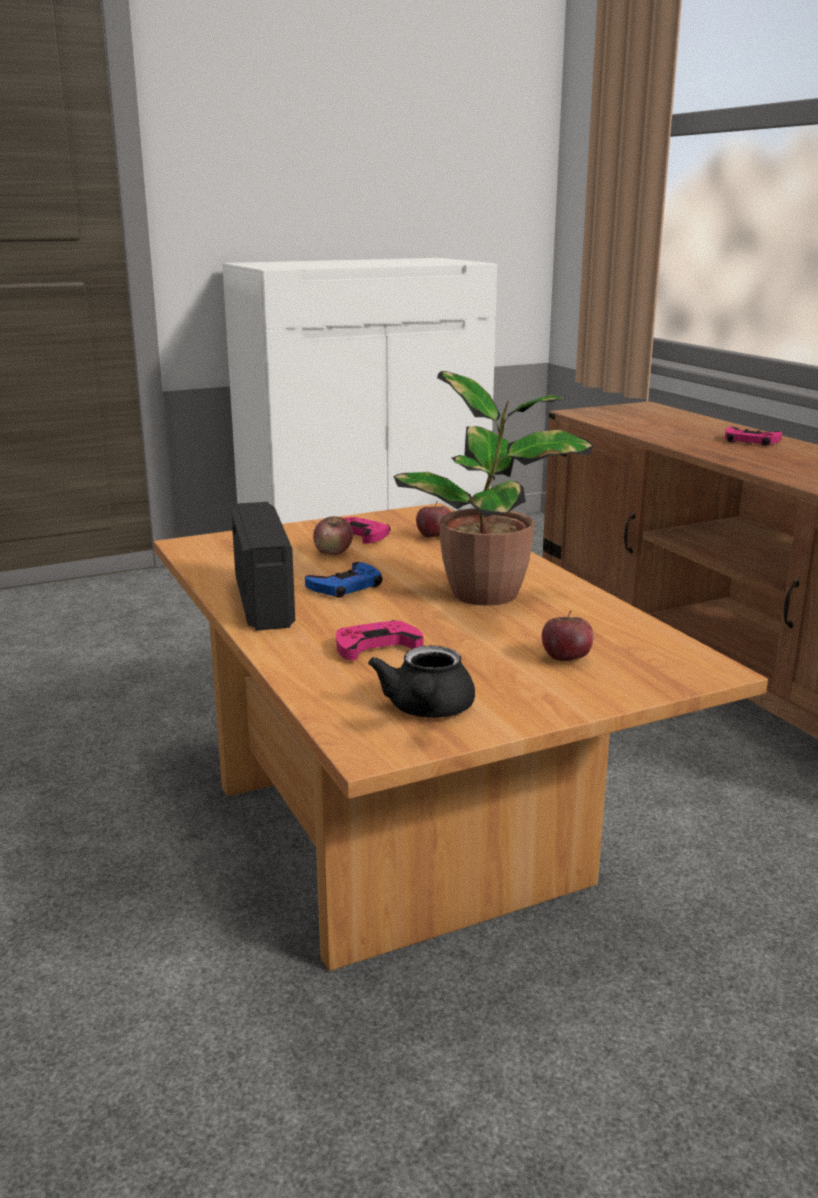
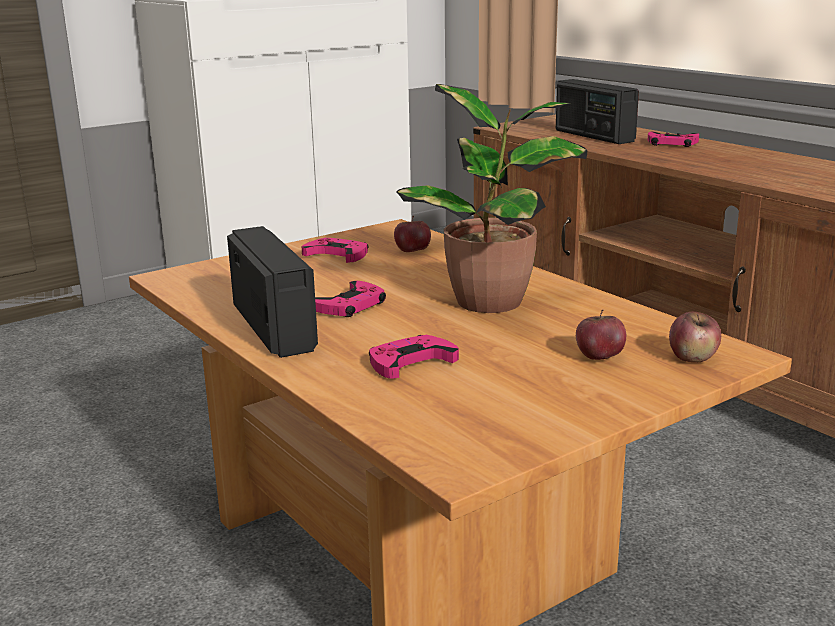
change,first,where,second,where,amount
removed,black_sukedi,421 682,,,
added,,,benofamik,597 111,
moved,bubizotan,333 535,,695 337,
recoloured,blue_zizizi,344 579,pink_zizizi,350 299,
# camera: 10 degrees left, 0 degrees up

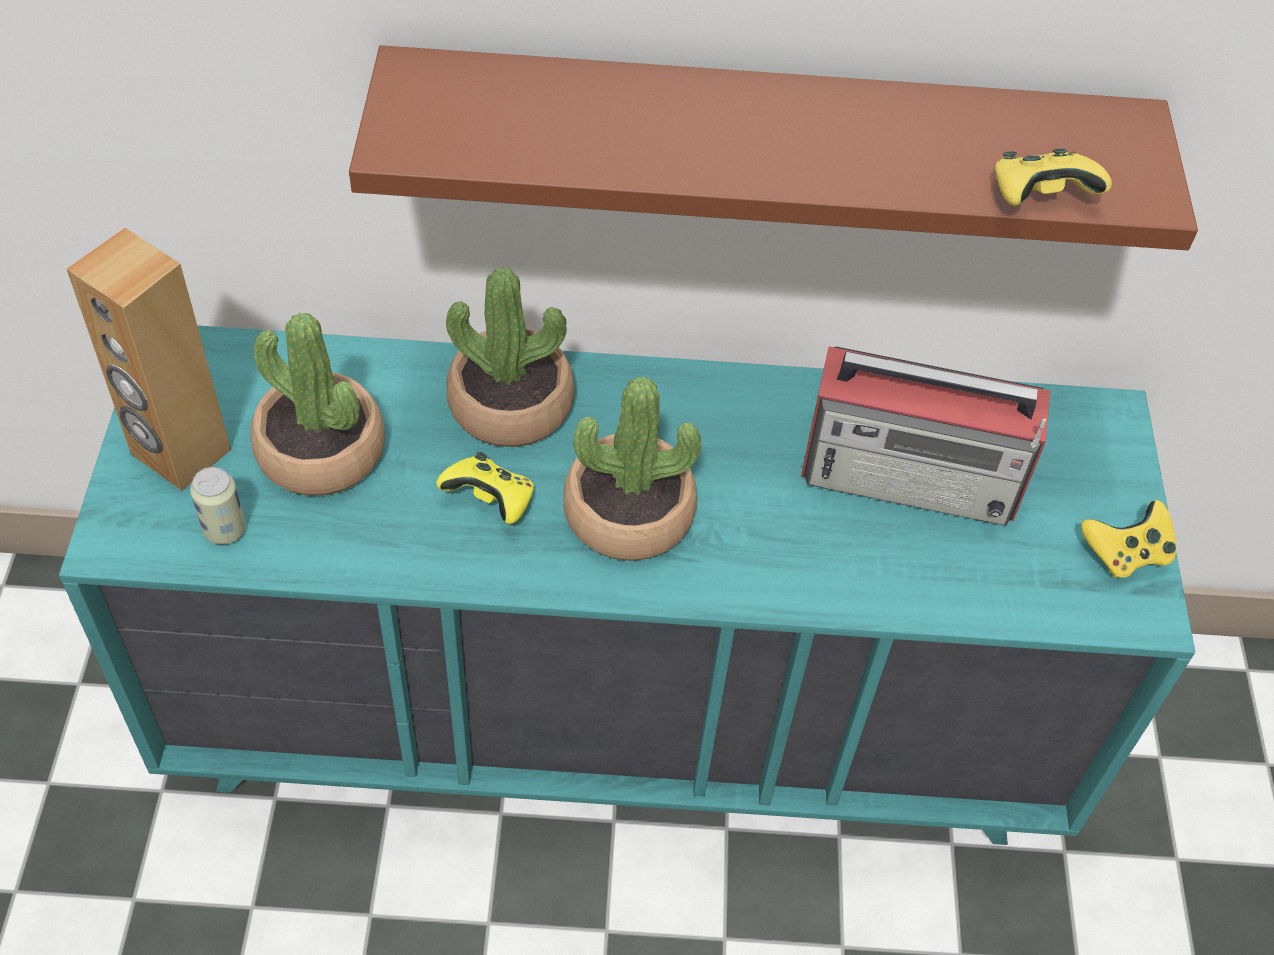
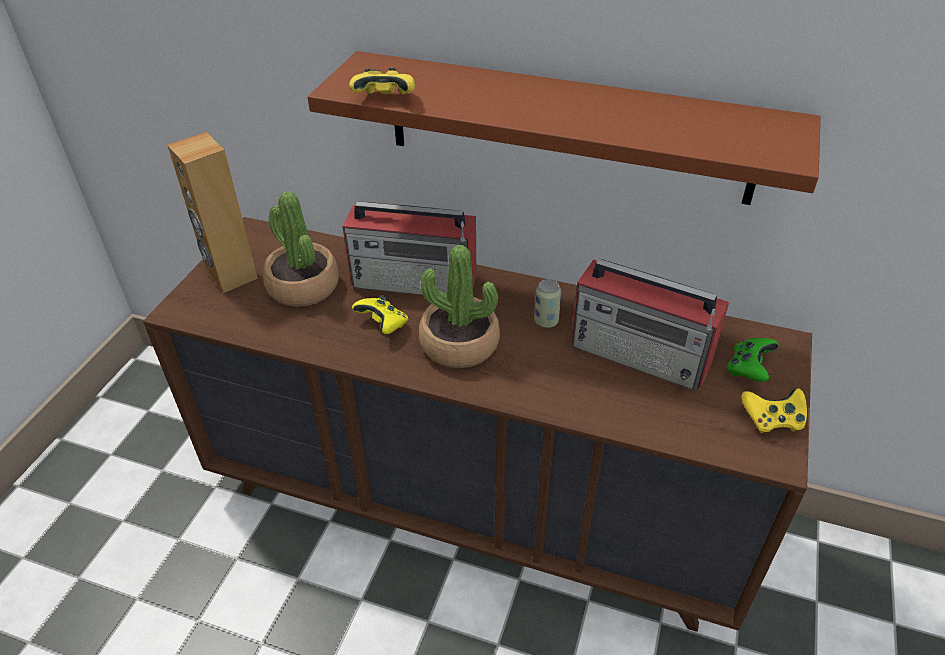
change,first,where,second,where,amount
added,,,green_zizizi,753 360,
moved,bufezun,218 505,,547 303,
moved,yellow_zizizi,1053 177,,382 81,
replaced,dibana,510 357,benofamik,409 248,
recoloured,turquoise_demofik,627 585,brown_demofik,477 424,
# camera: 20 degrees right, 10 degrees down

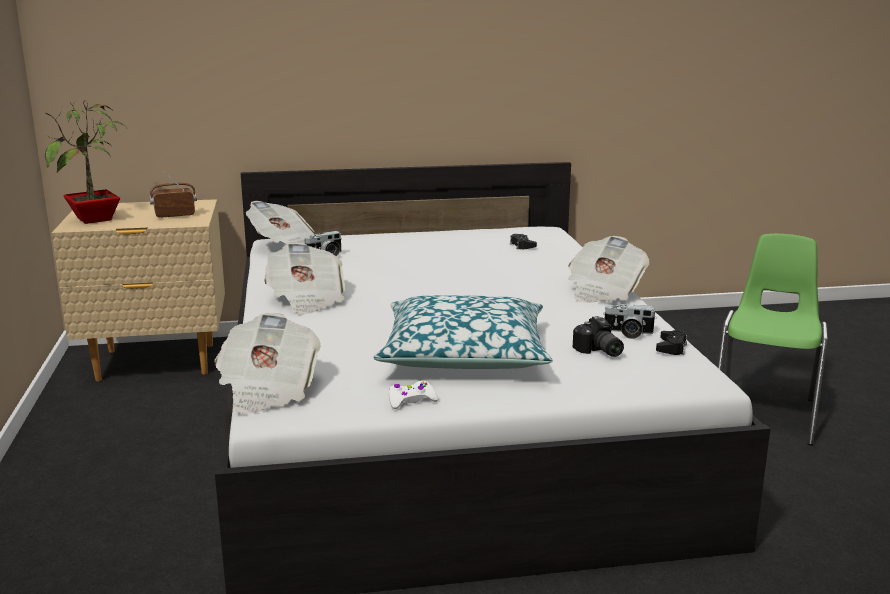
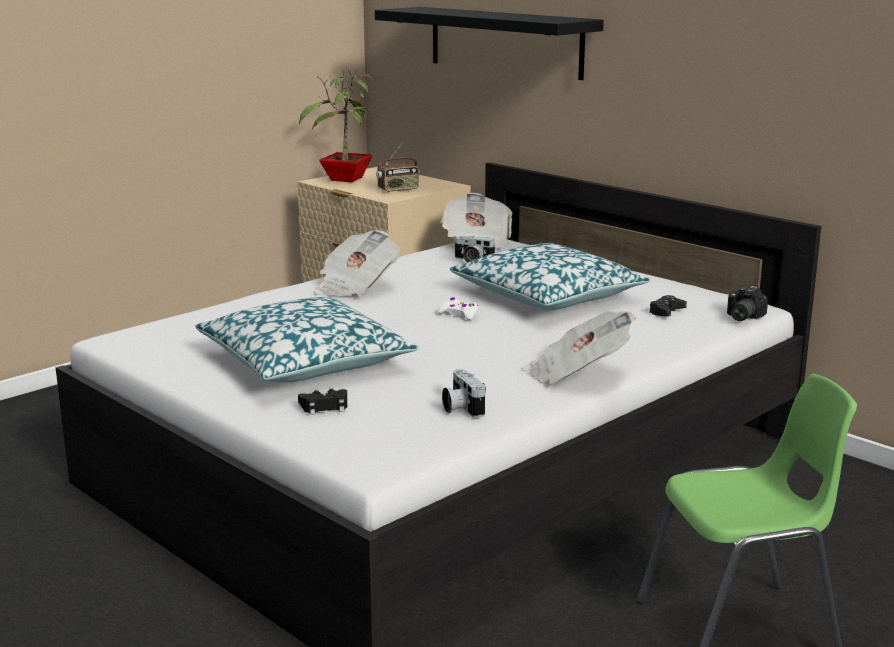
change,first,where,second,where,amount
removed,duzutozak,268 363,,,
added,,,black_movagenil,489 43,
added,,,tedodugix,550 276,
moved,white_zizizi,413 395,,457 308,
moved,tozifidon,598 336,,747 303,
moved,black_zizizi,671 342,,322 402,
turned,benofamik,173 195,,397 167,120 degrees clockwise
# camera: 55 degrees right, 0 degrees up

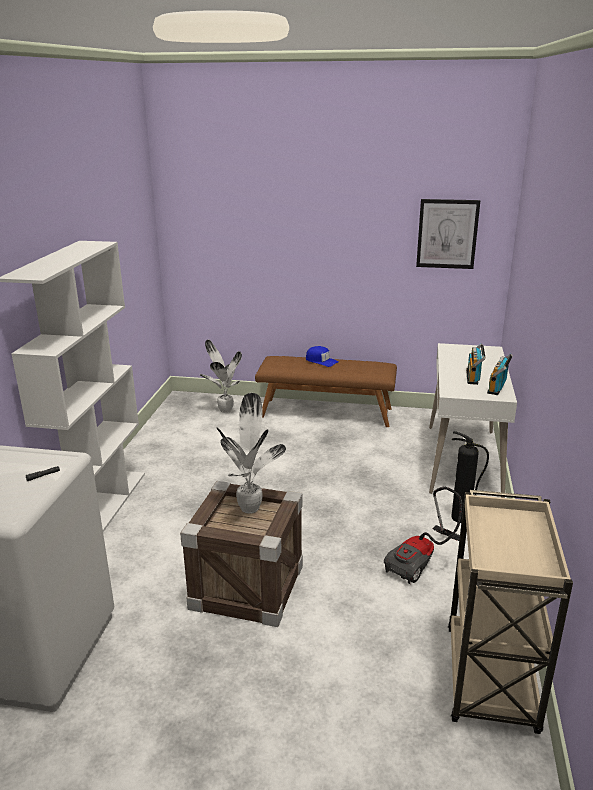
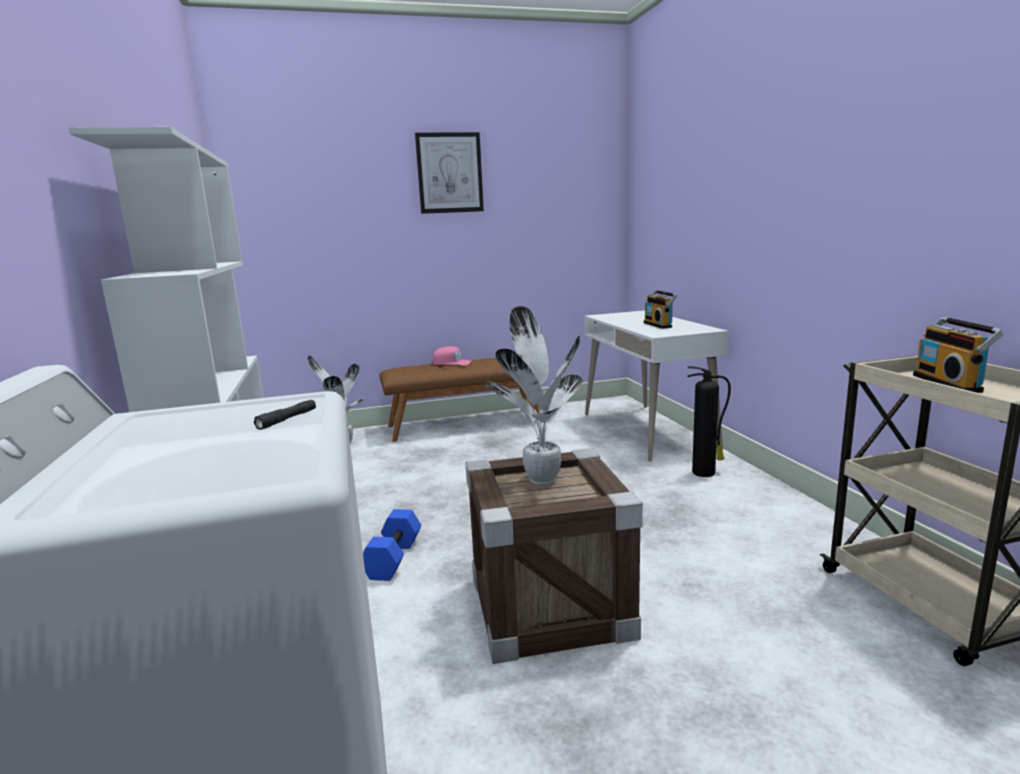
change,first,where,second,where,amount
removed,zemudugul,423 535,,,
added,,,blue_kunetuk,392 545,
moved,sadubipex,448 234,,449 173,
moved,benofamik,500 374,,958 355,
recoloured,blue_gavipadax,322 356,pink_gavipadax,451 355,
# camera: 25 degrees left, 10 degrees down

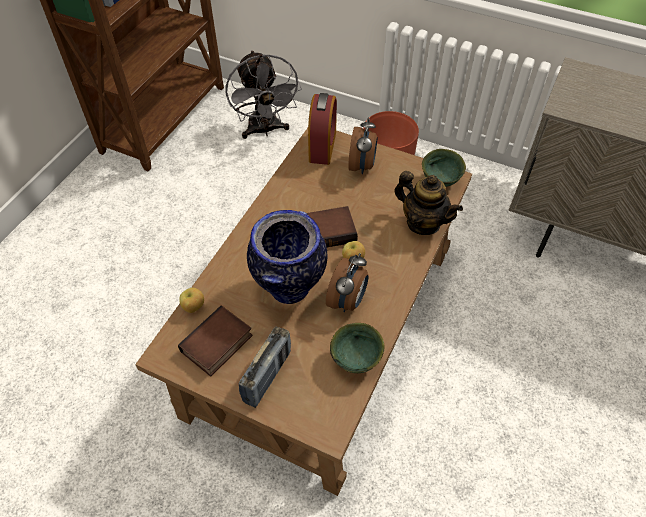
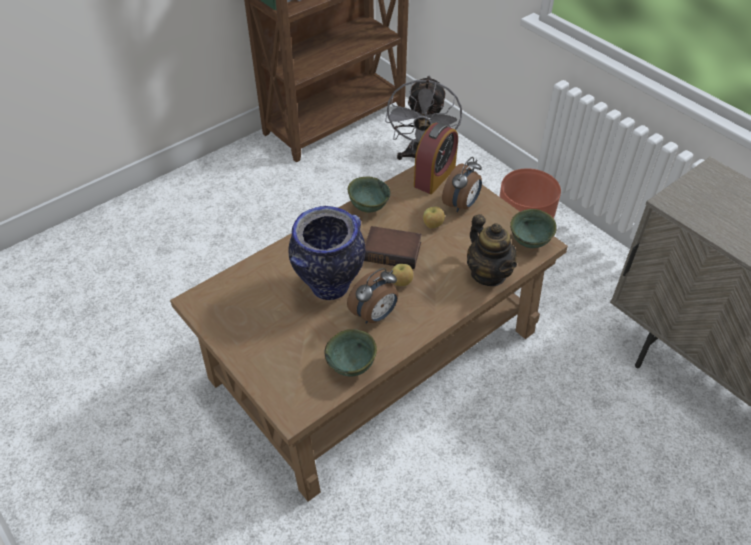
change,first,where,second,where,amount
removed,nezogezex,215 340,,,
removed,benofamik,265 367,,,
added,,,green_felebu,369 195,
moved,bubizotan,191 300,,434 217,
# camera: 25 degrees right, 5 degrees down

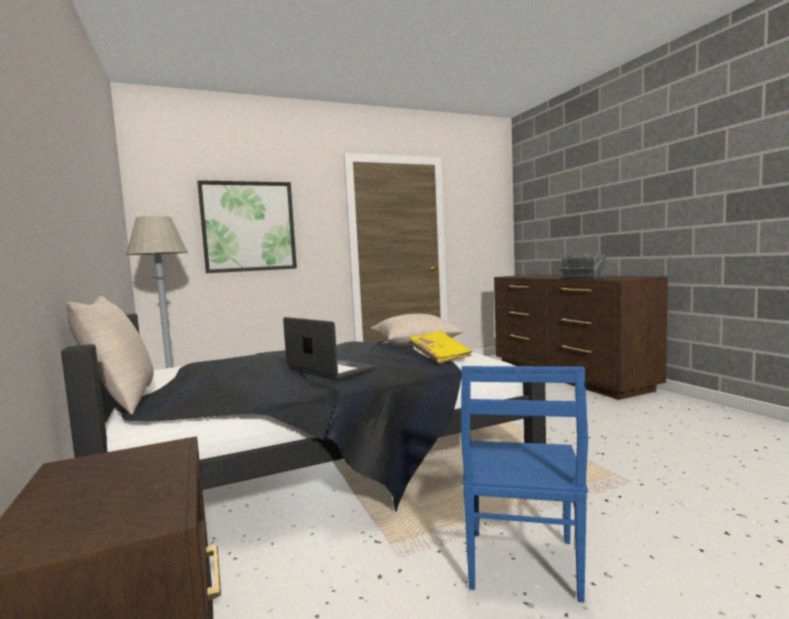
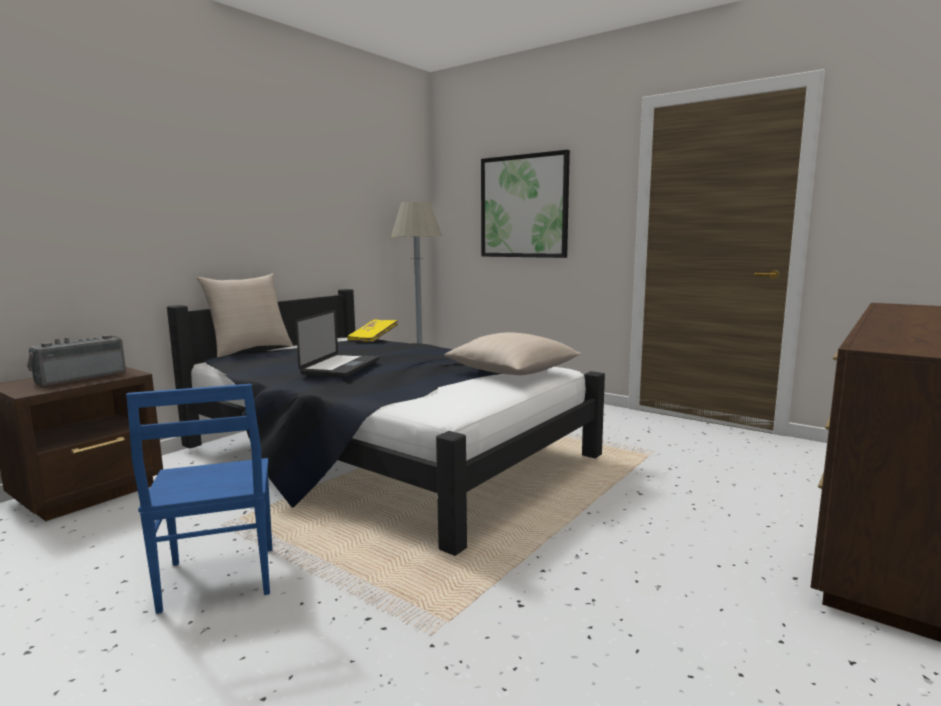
change,first,where,second,where,amount
moved,yellow_nezogezex,440 347,,372 331,
moved,benofamik,582 266,,76 361,
turned,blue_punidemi,524 484,,199 499,90 degrees counterclockwise
# camera: 60 degrees right, 5 degrees up

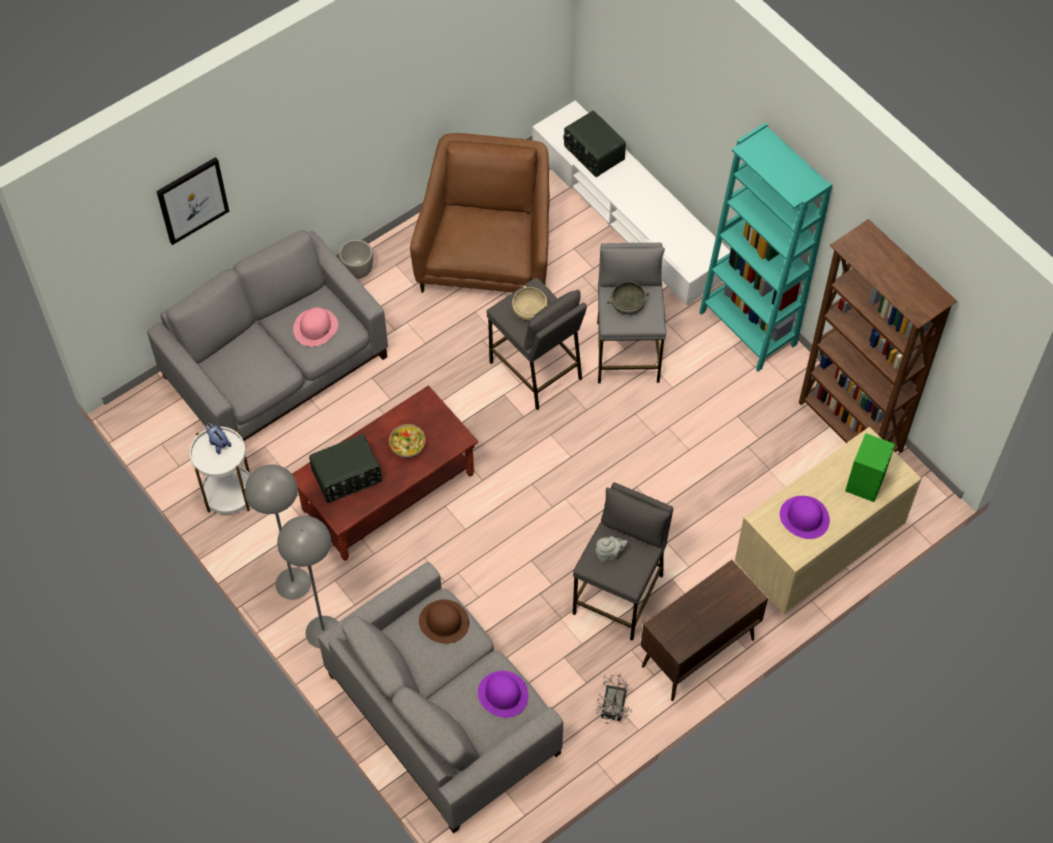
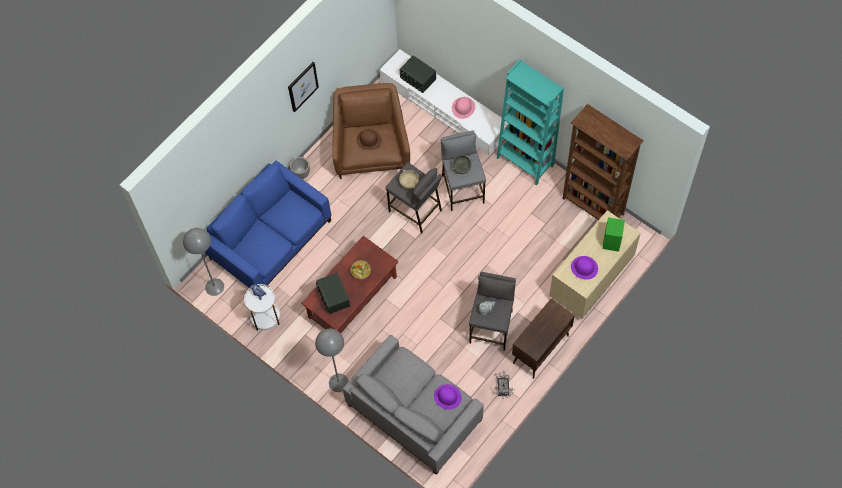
change,first,where,second,where,amount
moved,sadubipex,192 201,,303 87,
moved,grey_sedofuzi,278 532,,203 262,
moved,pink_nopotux,315 327,,463 108,
moved,brown_nopotux,444 621,,369 139,
recoloured,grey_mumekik,267 335,blue_mumekik,268 224,
turned,benofamik,345 468,,333 293,105 degrees clockwise
# camera: 10 degrees left, 5 degrees up

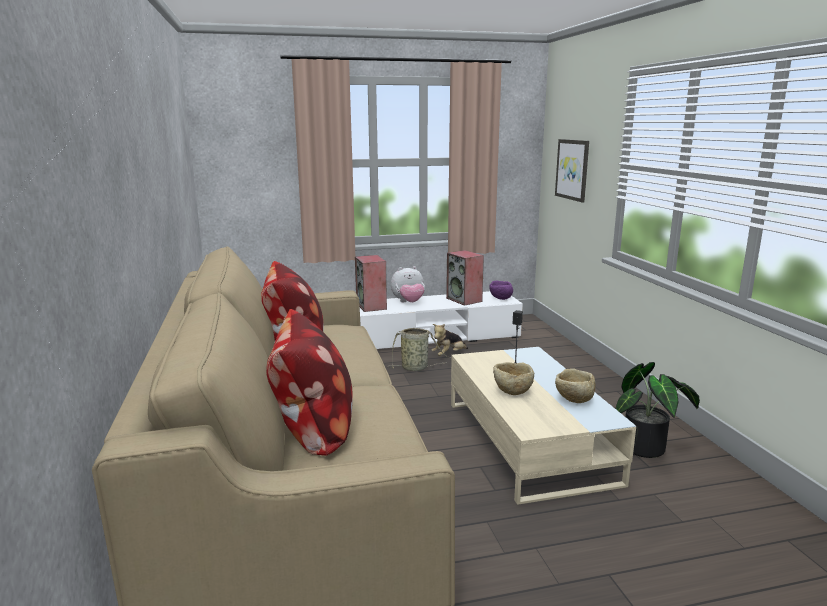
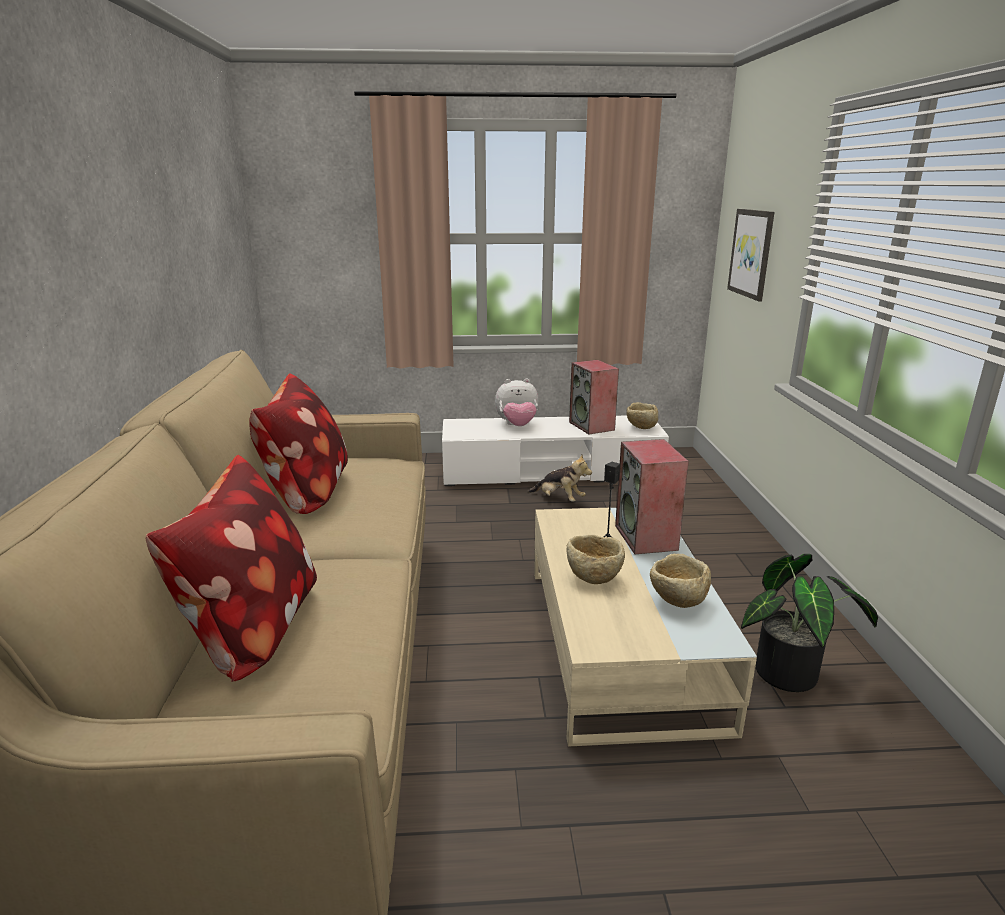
change,first,where,second,where,amount
removed,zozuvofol,418 349,,,
moved,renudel,371 283,,652 496,
recoloured,purple_felebu,501 290,beige_felebu,642 415,
turned,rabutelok,449 340,,560 478,120 degrees counterclockwise
# camera: 10 degrees right, 5 degrees up

